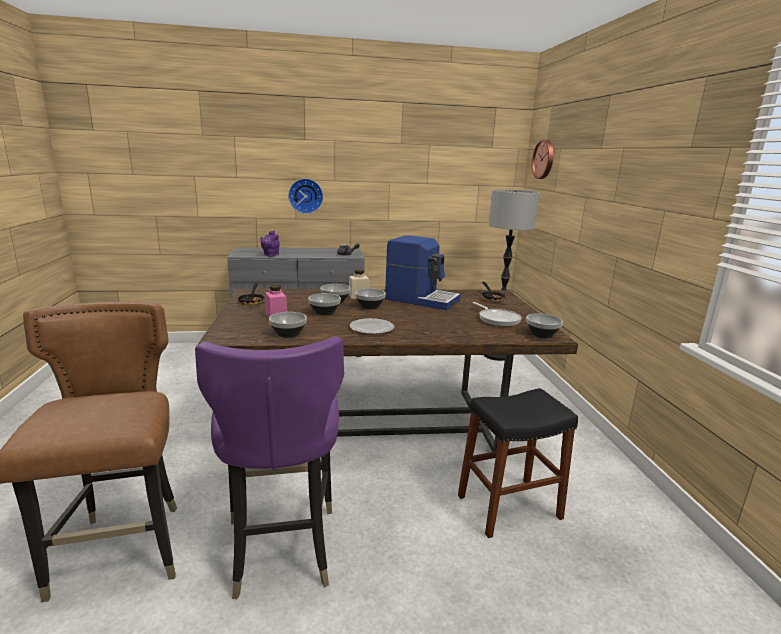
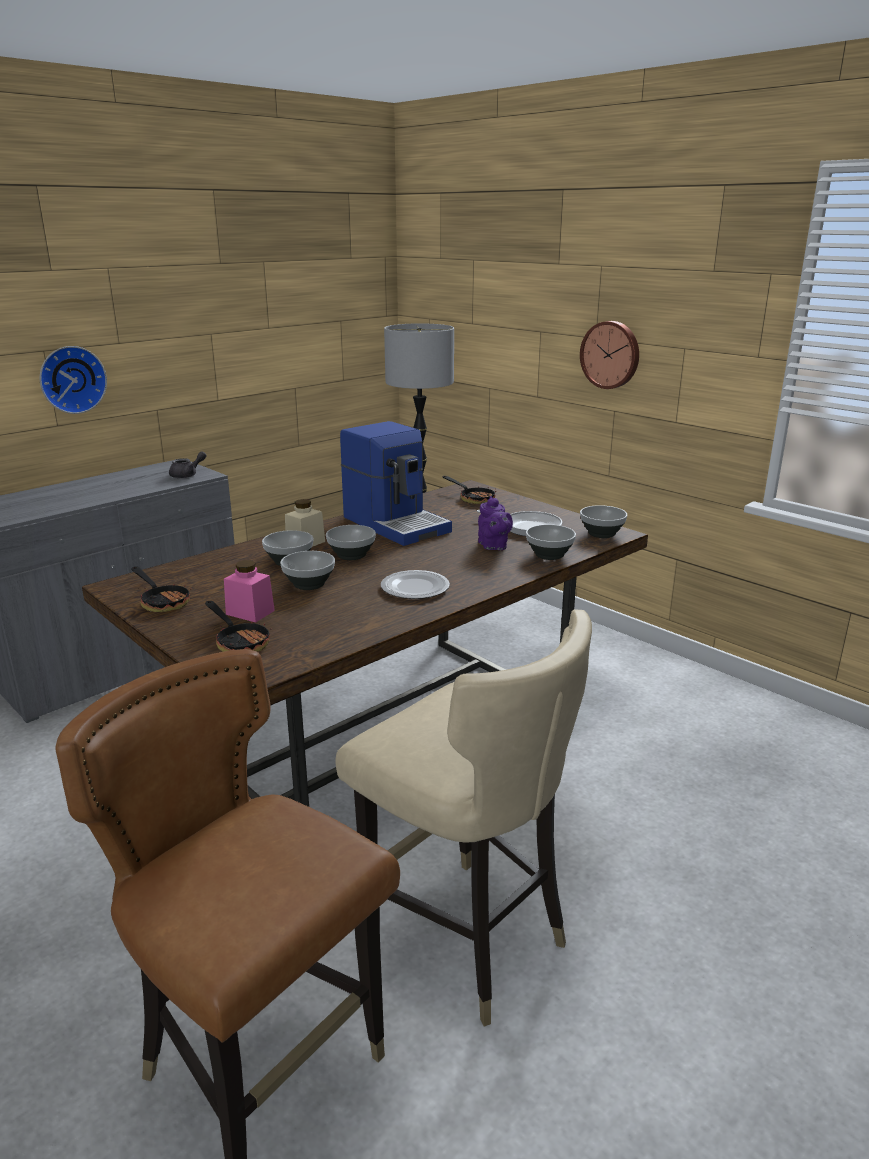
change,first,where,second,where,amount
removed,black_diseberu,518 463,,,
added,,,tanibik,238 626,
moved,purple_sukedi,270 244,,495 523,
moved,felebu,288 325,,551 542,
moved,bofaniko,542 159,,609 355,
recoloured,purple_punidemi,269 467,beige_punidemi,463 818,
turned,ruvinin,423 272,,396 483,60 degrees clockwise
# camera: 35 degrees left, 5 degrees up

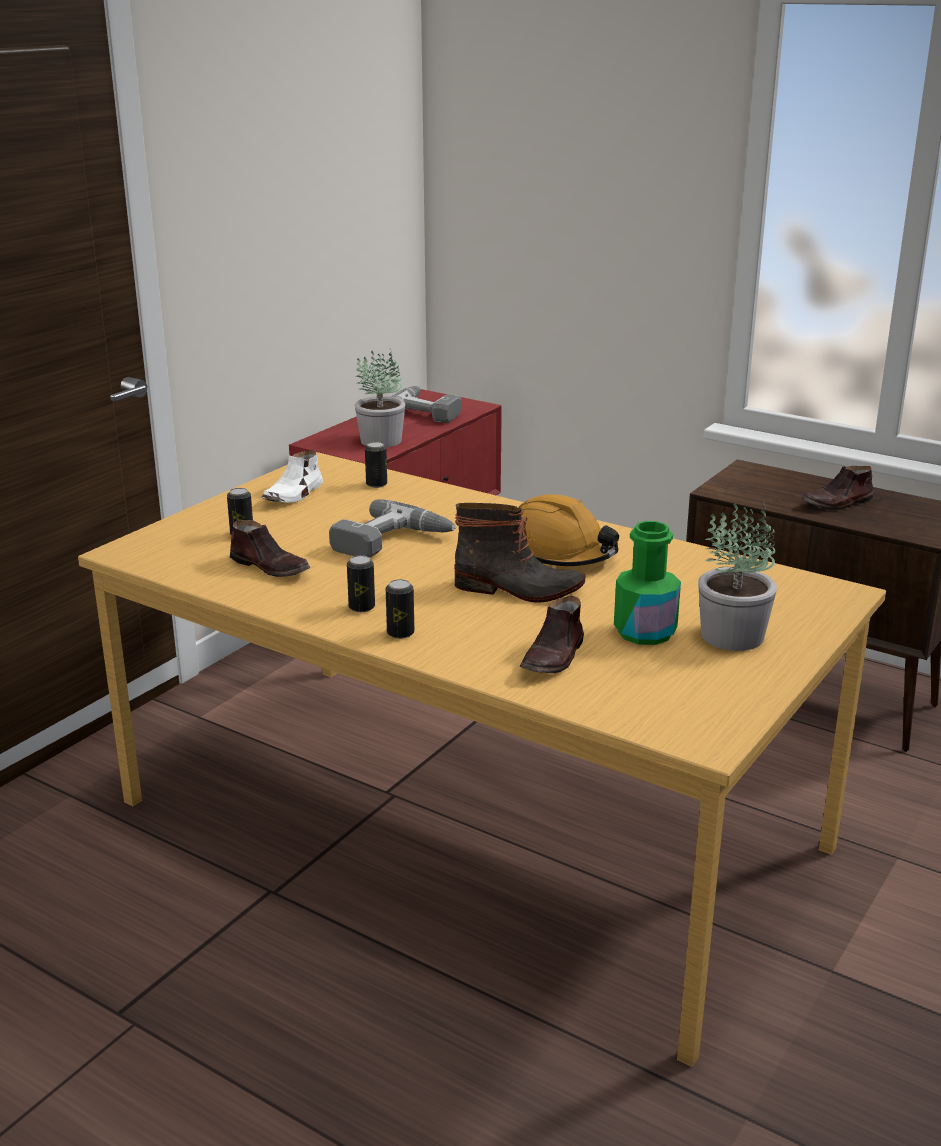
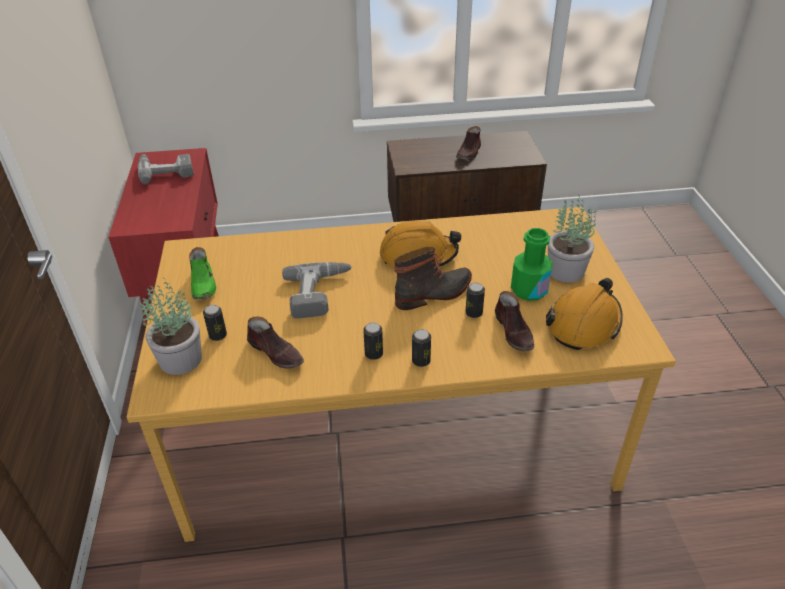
change,first,where,second,where,amount
added,,,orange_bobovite,584 314,
moved,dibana,380 398,,171 326,
moved,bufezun,376 465,,475 300,
recoloured,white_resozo,292 476,green_resozo,202 273,
turned,brown_resozo,270 548,,275 342,45 degrees clockwise
# camera: 40 degrees left, 15 degrees up

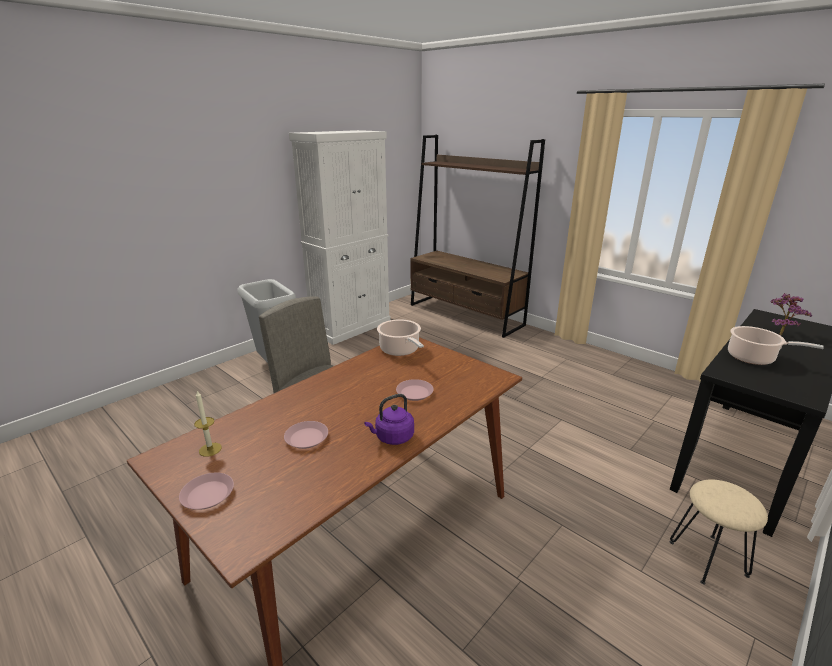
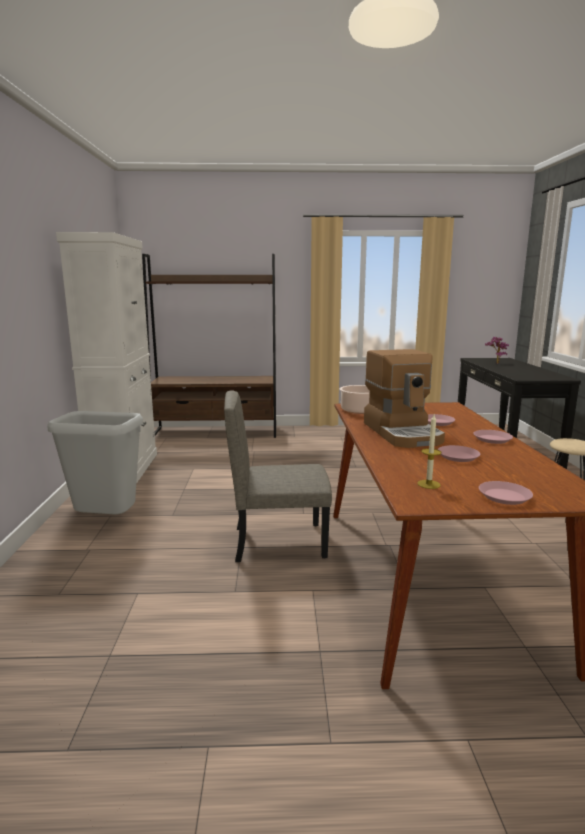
change,first,where,second,where,amount
removed,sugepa,776 345,,,
added,,,ruvinin,404 398,
replaced,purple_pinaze,389 419,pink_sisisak,493 437,
# camera: 45 degrees left, 10 degrees down

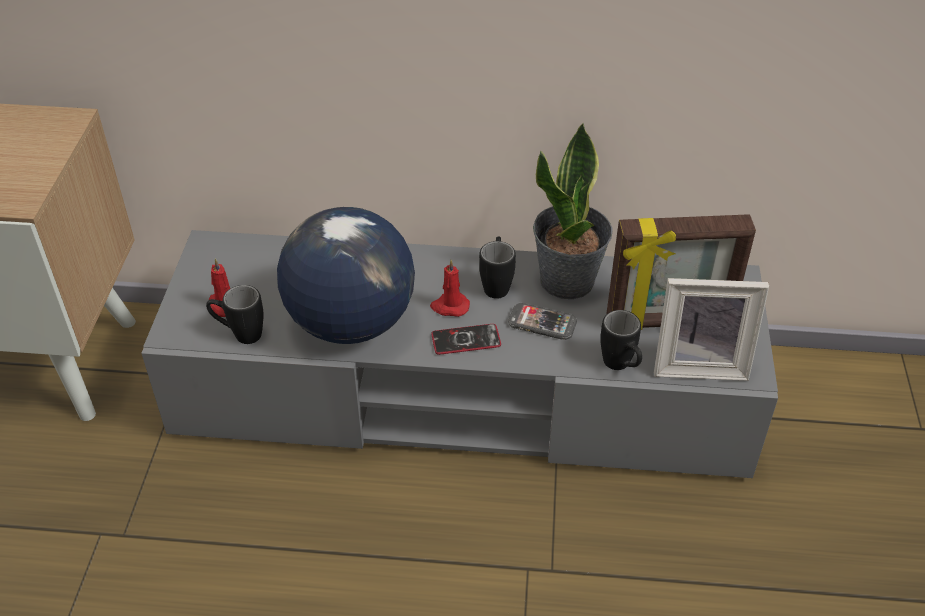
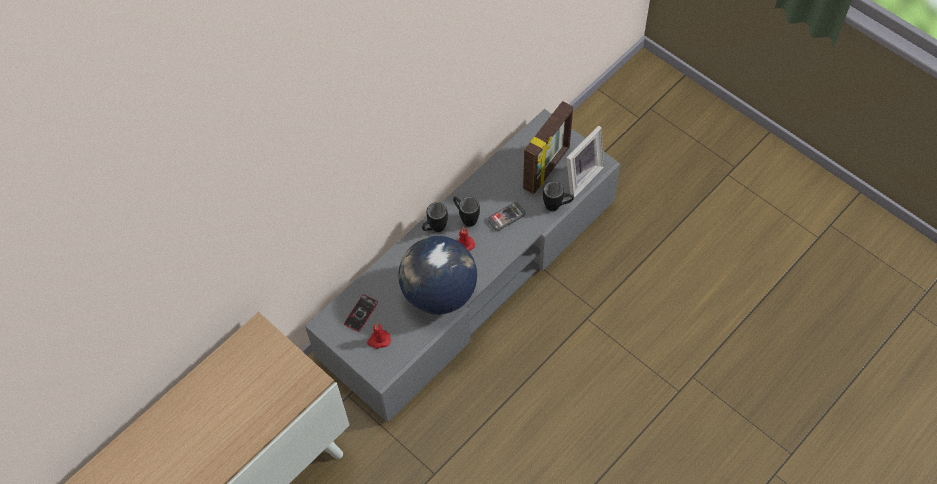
change,first,where,second,where,amount
removed,dibana,573 211,,,
moved,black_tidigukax,235 314,,435 217,
moved,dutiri,466 339,,361 313,
# camera: 50 degrees left, 15 degrees up

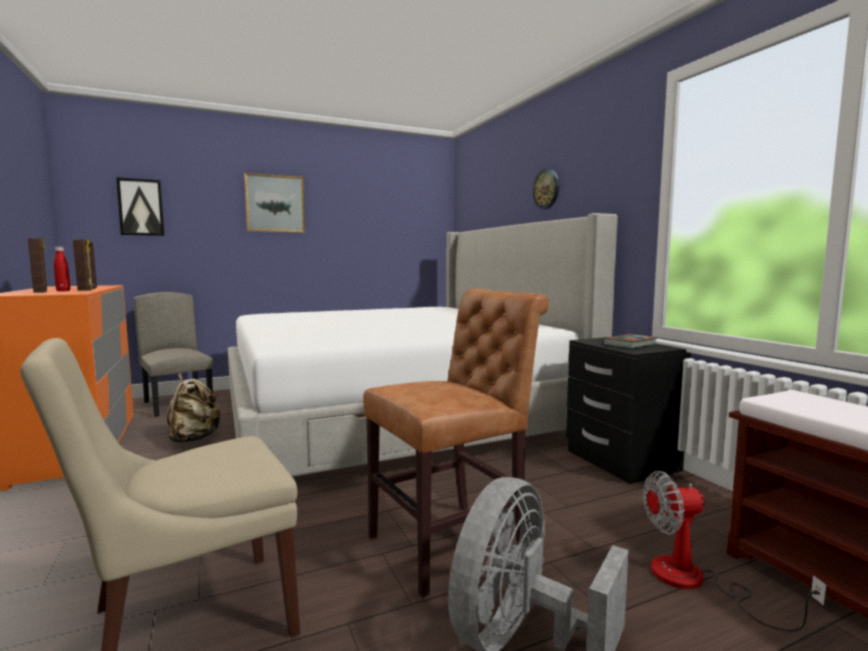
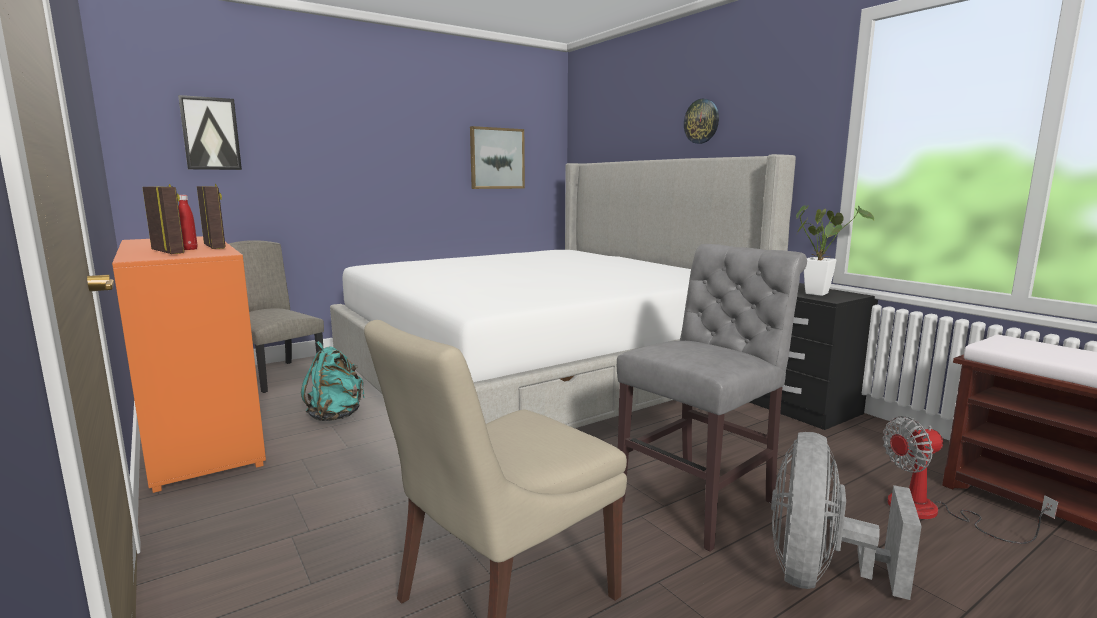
change,first,where,second,where,amount
moved,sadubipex,274 203,,497 157,
replaced,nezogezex,630 341,dibana,835 250,
recoloured,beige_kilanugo,194 407,turquoise_kilanugo,333 381,
recoloured,brown_punidemi,456 443,grey_punidemi,712 398,
# camera: 10 degrees left, 5 degrees up

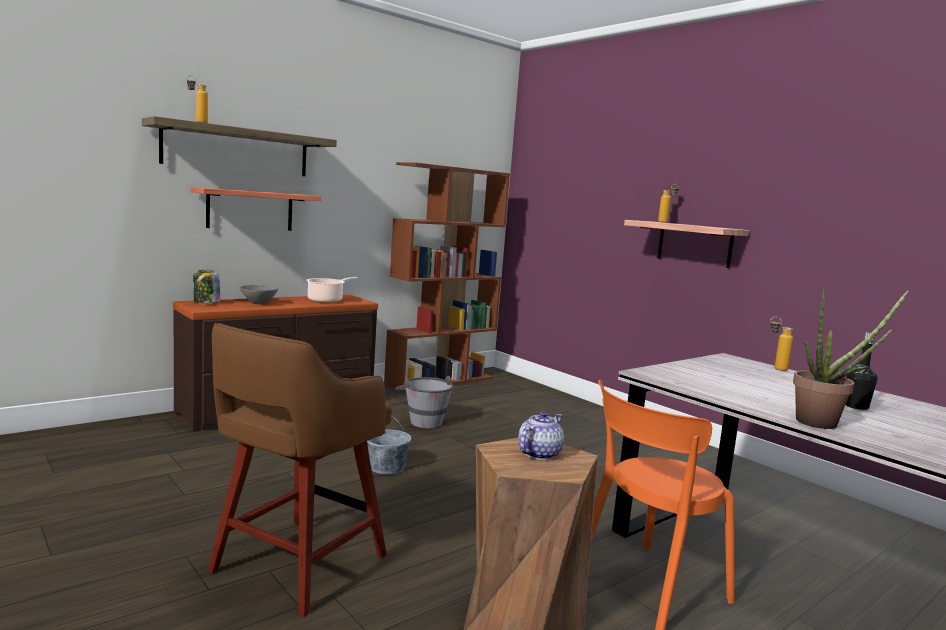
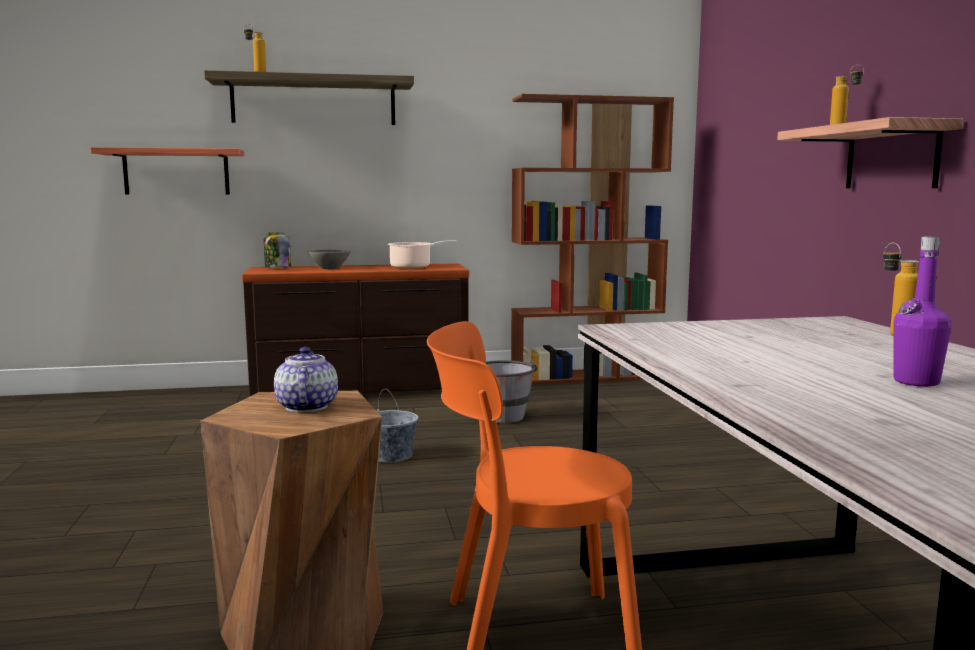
change,first,where,second,where,amount
removed,brown_diseberu,299 470,,,
removed,dibana,850 358,,,
moved,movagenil,256 209,,167 171,
recoloured,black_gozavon,861 371,purple_gozavon,922 311,
turned,sukedi,541 435,,306 379,75 degrees counterclockwise
# camera: 30 degrees right, 0 degrees up

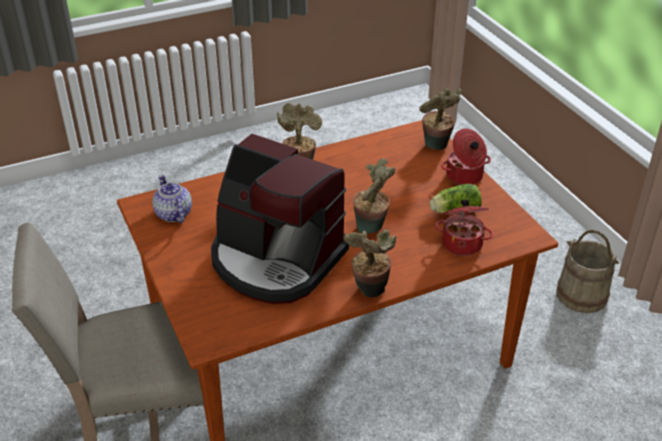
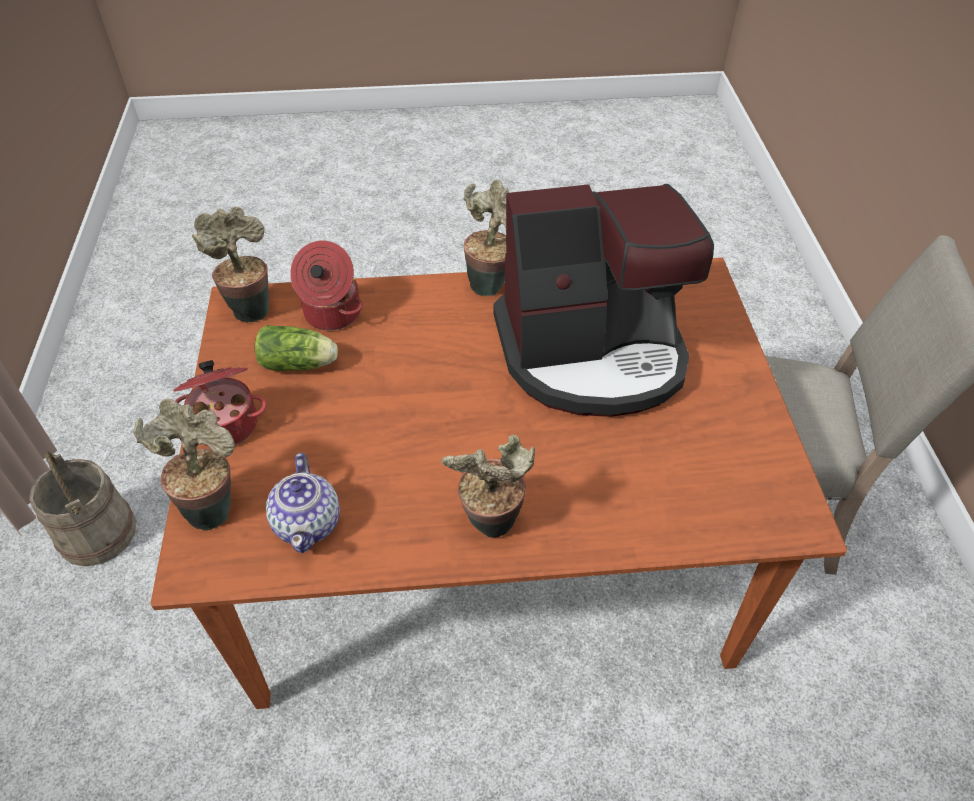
change,first,where,second,where,amount
moved,sukedi,172 199,,303 503,
moved,dibana,374 196,,230 265,
turned,ruvinin,280 219,,603 300,120 degrees clockwise
# camera: 160 degrees left, 10 degrees up

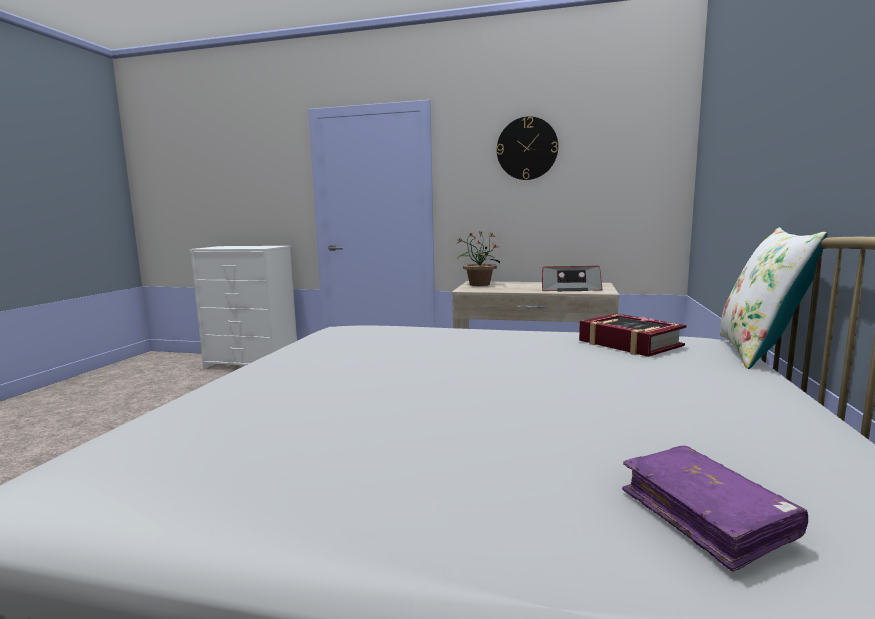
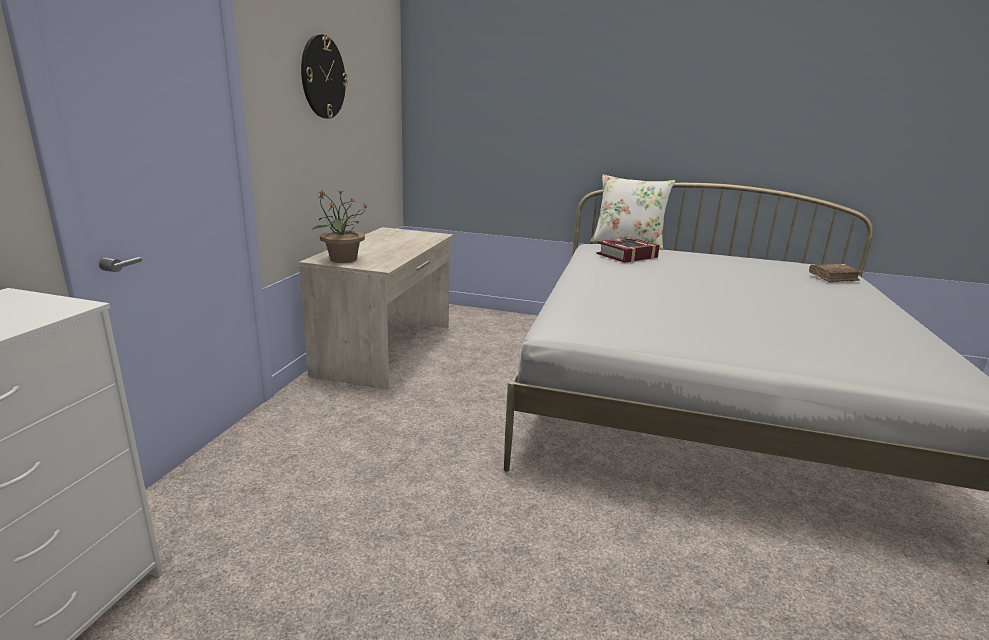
change,first,where,second,where,amount
removed,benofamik,572 278,,,
recoloured,purple_nezogezex,715 508,brown_nezogezex,836 273,
# camera: 90 degrees left, 10 degrees up

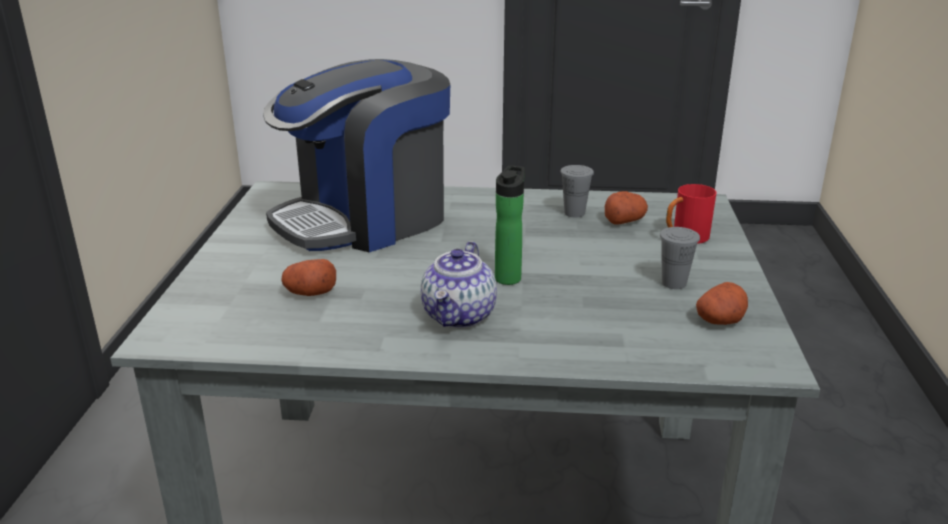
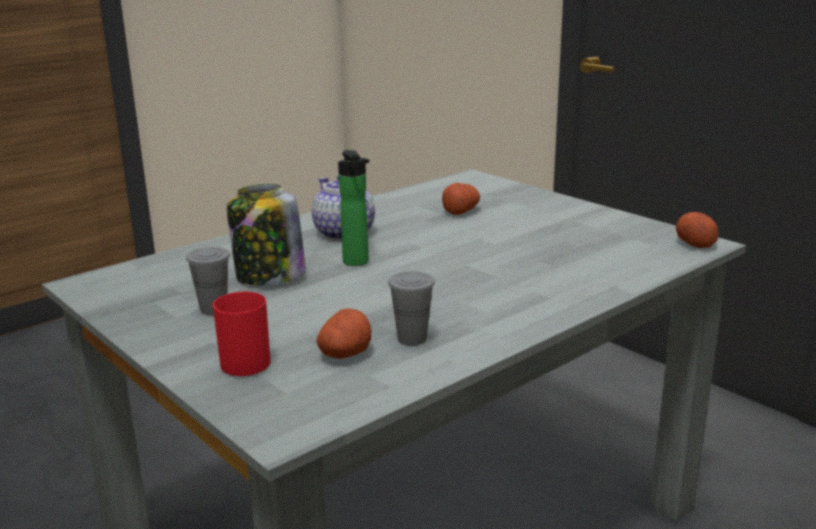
change,first,where,second,where,amount
removed,ruvinin,356 155,,,
added,,,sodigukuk,266 234,
moved,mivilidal,722 303,,697 230,
# camera: 135 degrees right, 5 degrees down

